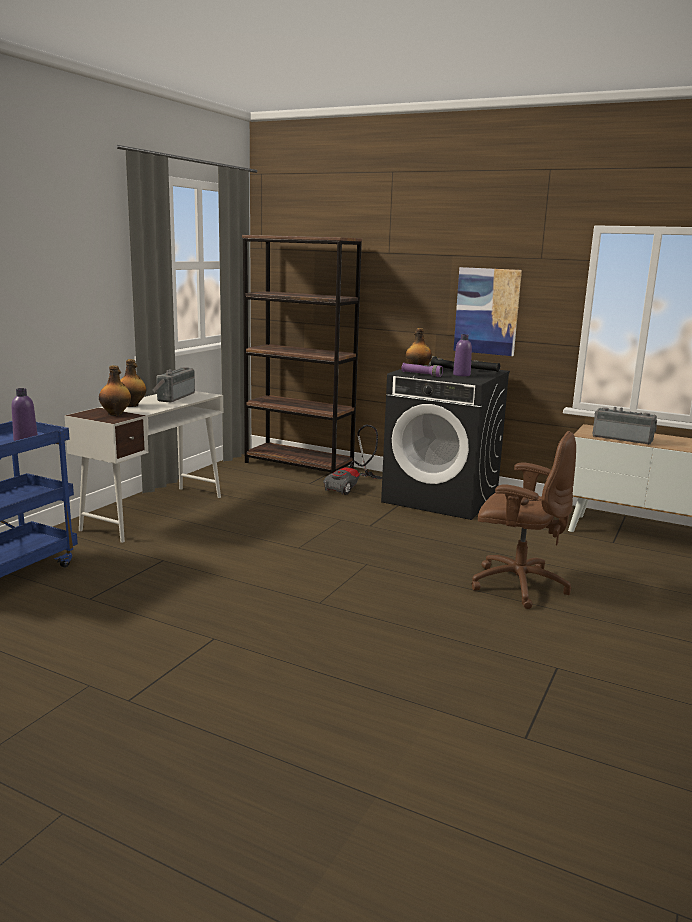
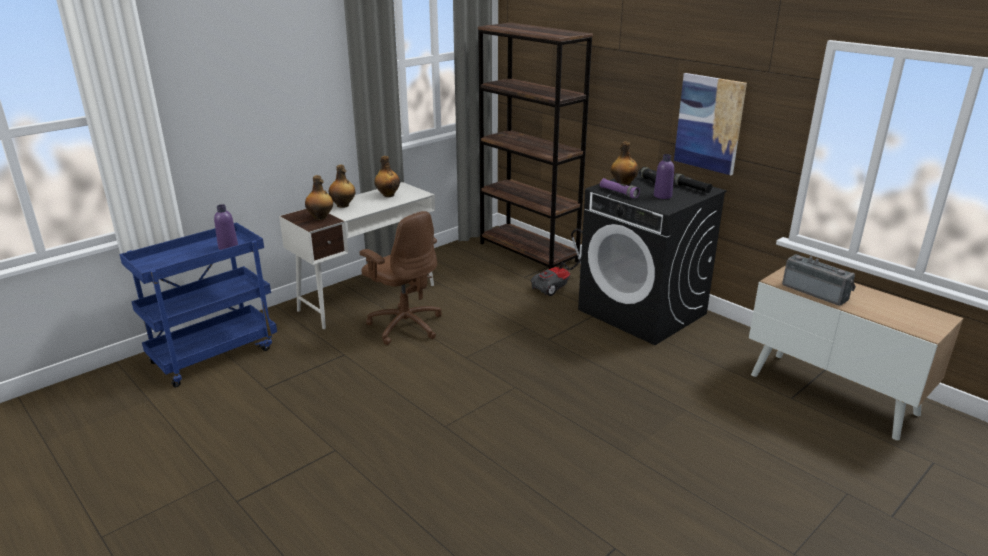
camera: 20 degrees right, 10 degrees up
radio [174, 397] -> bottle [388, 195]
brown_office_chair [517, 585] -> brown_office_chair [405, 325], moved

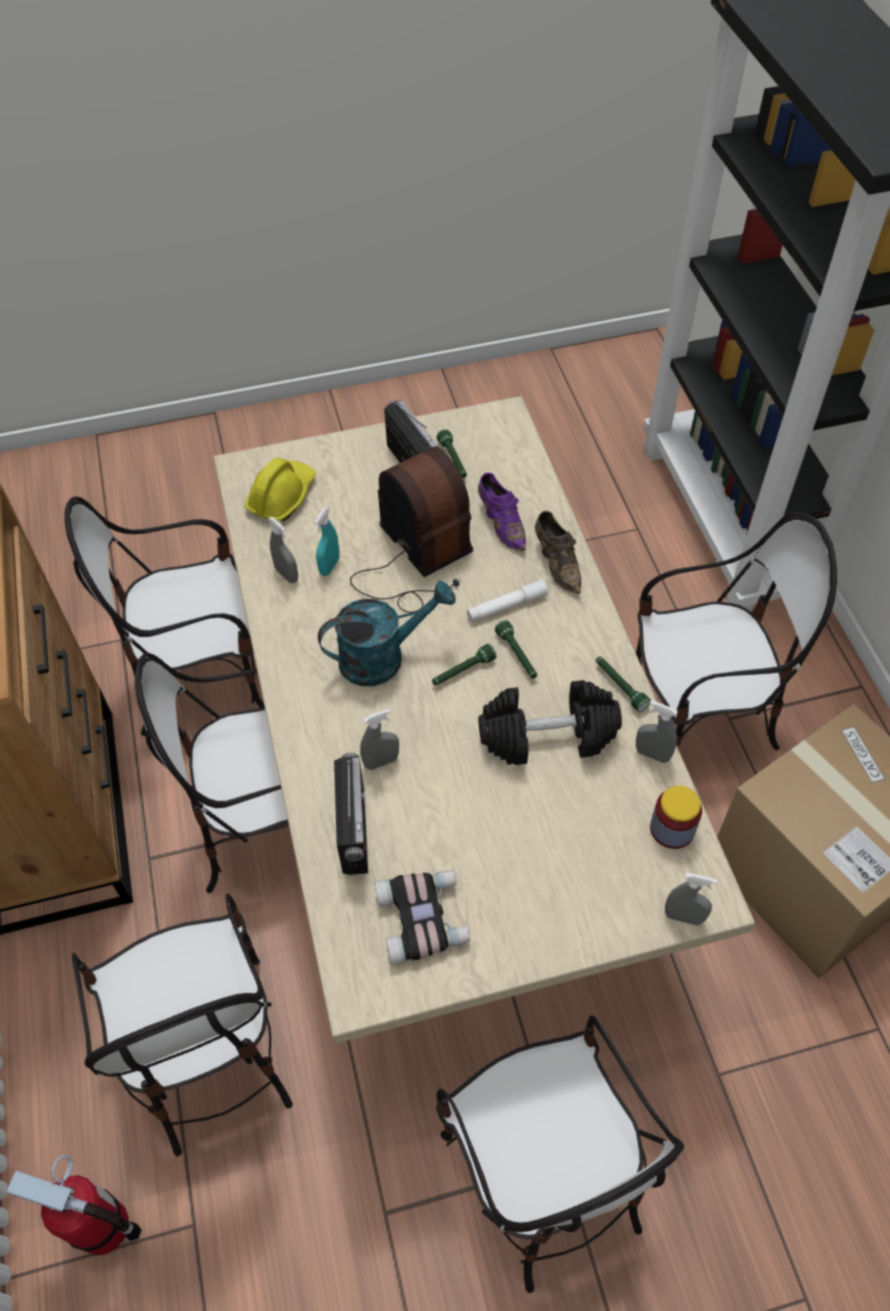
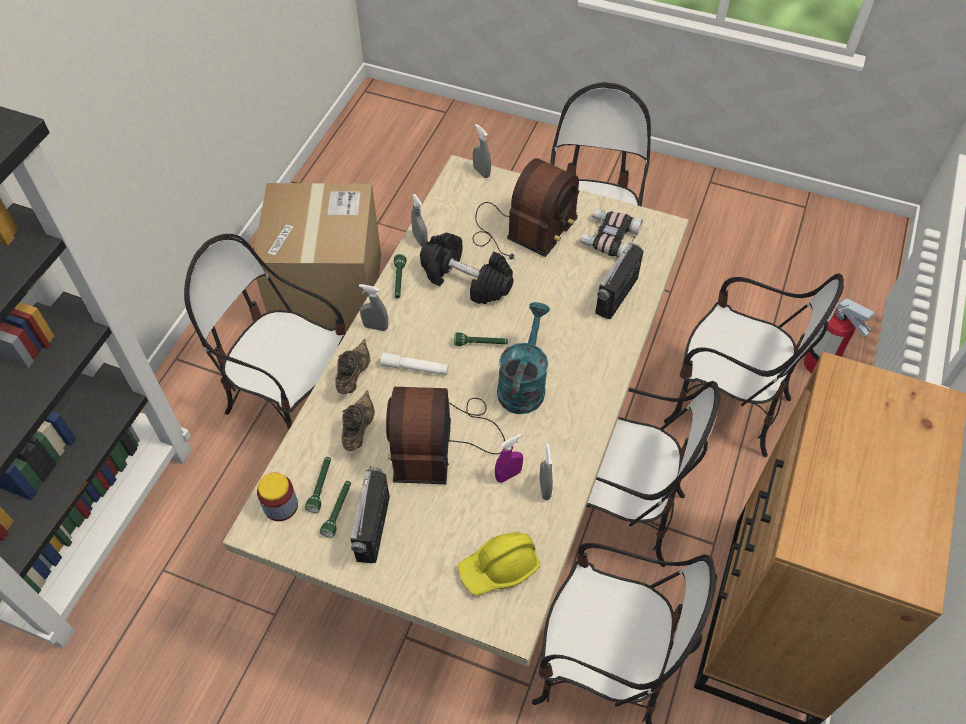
camera: 145 degrees left, 0 degrees up
chair [209, 1052] -> chair [726, 406], 105 degrees clockwise
turquoise_spray_bottle [329, 566] -> purple_spray_bottle [508, 475]
turquoise_watering_can [383, 656] -> turquoise_watering_can [523, 383], 90 degrees clockwise
grey_spray_bottle [381, 762] -> grey_spray_bottle [375, 327], moved
purple_shoe [501, 524] -> brown_shoe [358, 430]
green_flashlight [517, 655] -> green_flashlight [321, 486], moved
jar [672, 829] -> jar [280, 506], moved
none -> radio [522, 230]

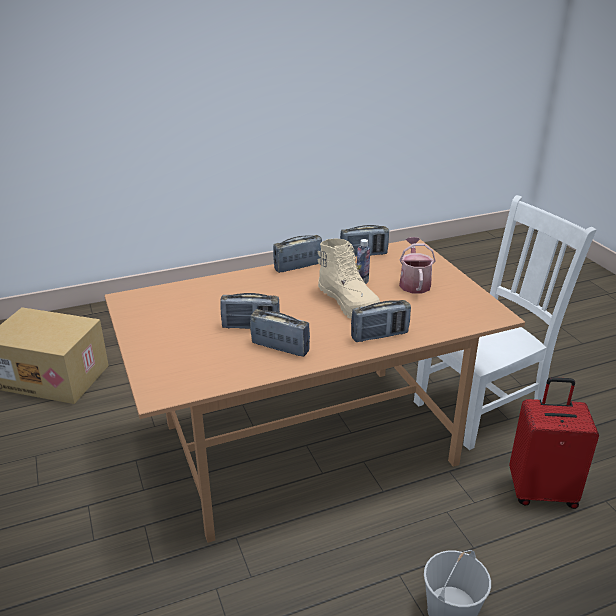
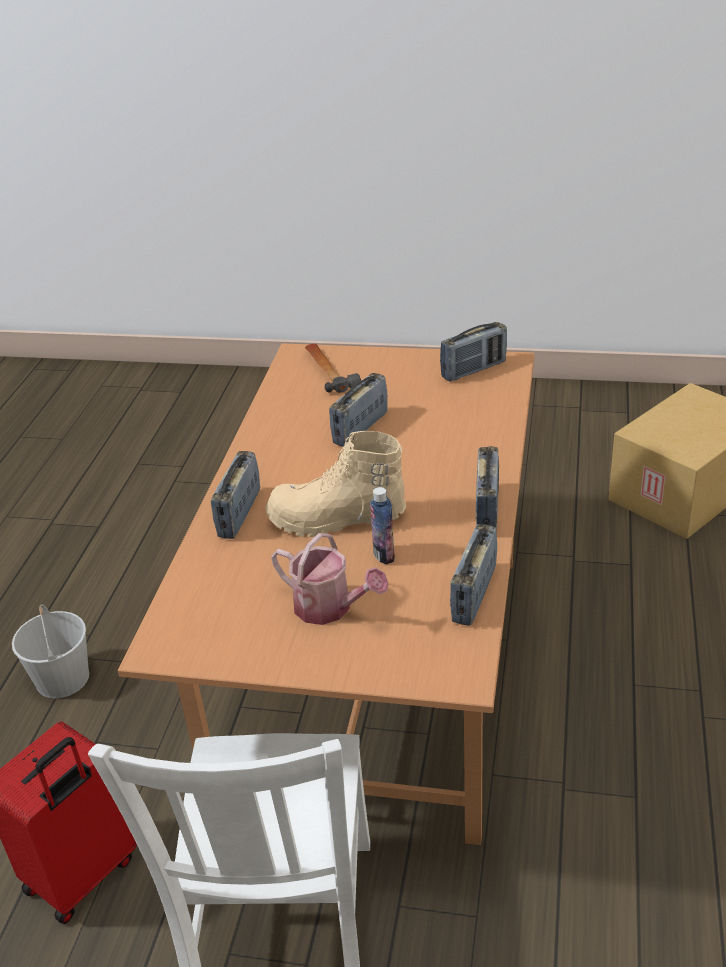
camera: 125 degrees right, 5 degrees up
radio [280, 347] -> radio [473, 370], moved
none -> hammer [328, 371]

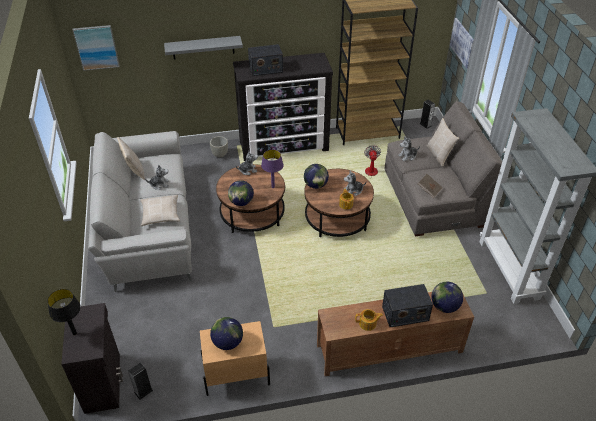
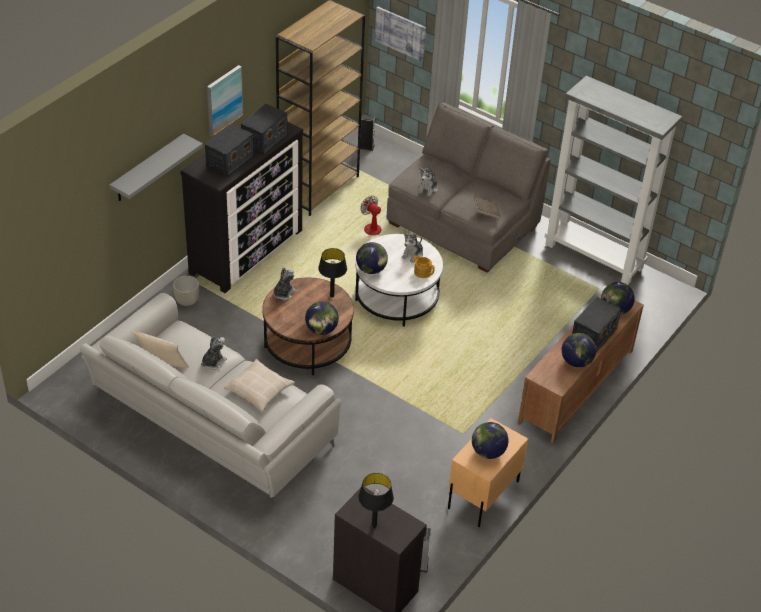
camera: 45 degrees left, 0 degrees up
picture [96, 47] -> picture [224, 100], moved
purple_table_lamp [273, 187] -> black_table_lamp [332, 296]
brown_coffee_table [337, 218] -> white_coffee_table [397, 297]
teapot [368, 324] -> globe [576, 362]
beige_pillow [439, 155] -> none
none -> radio [264, 140]

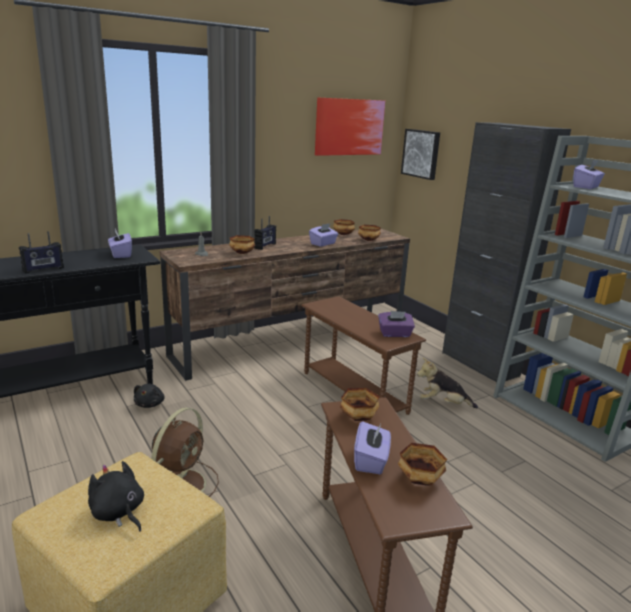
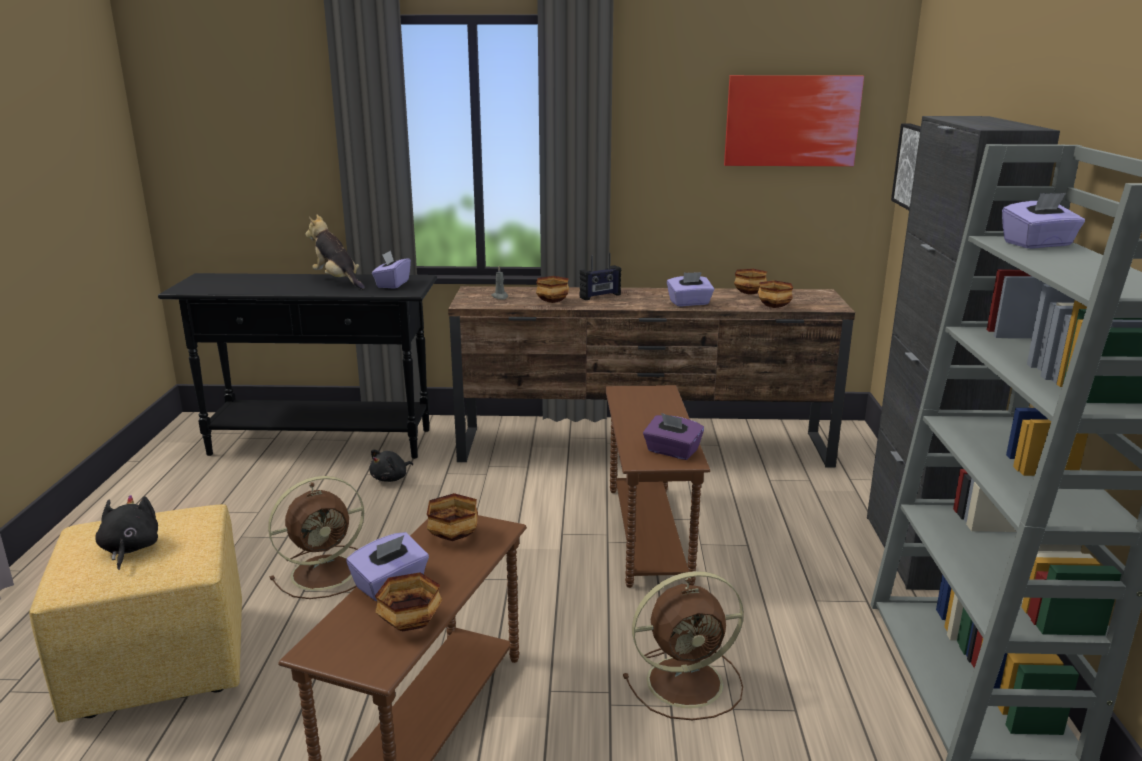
camera: 35 degrees right, 0 degrees up
radio [43, 269] -> none
plush_toy [443, 403] -> plush_toy [338, 281], moved
none -> brown_fan [688, 681]

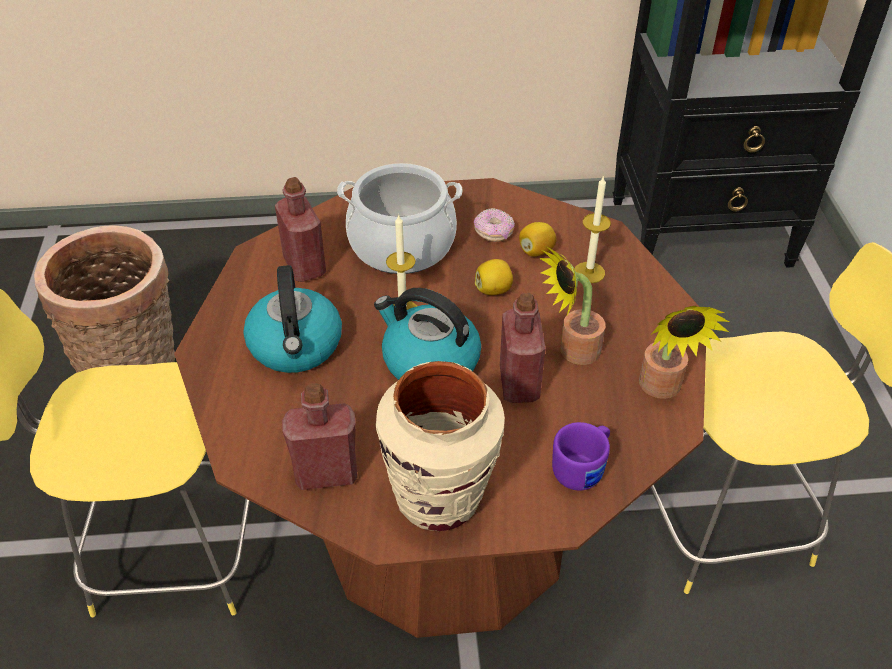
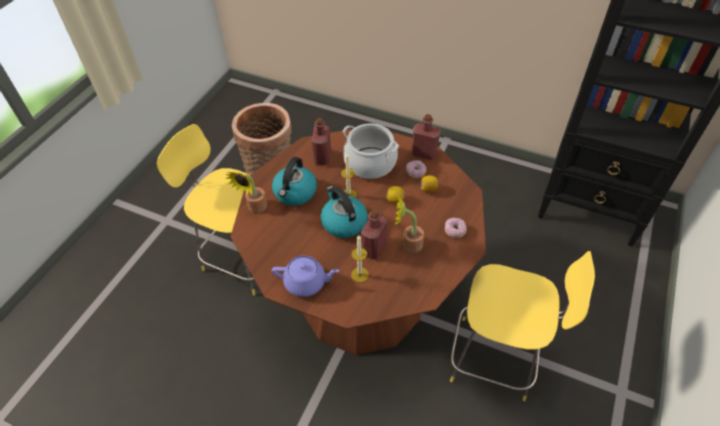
camera: 30 degrees right, 5 degrees up
red_bottle [326, 474] -> red_bottle [424, 154], moved
beige_vase [440, 499] -> purple_teapot [306, 283]
purple_mug [583, 469] -> none
candle [589, 272] -> candle [359, 274], moved
potted_plant [662, 389] -> potted_plant [255, 208], moved
none -> donut [455, 231]

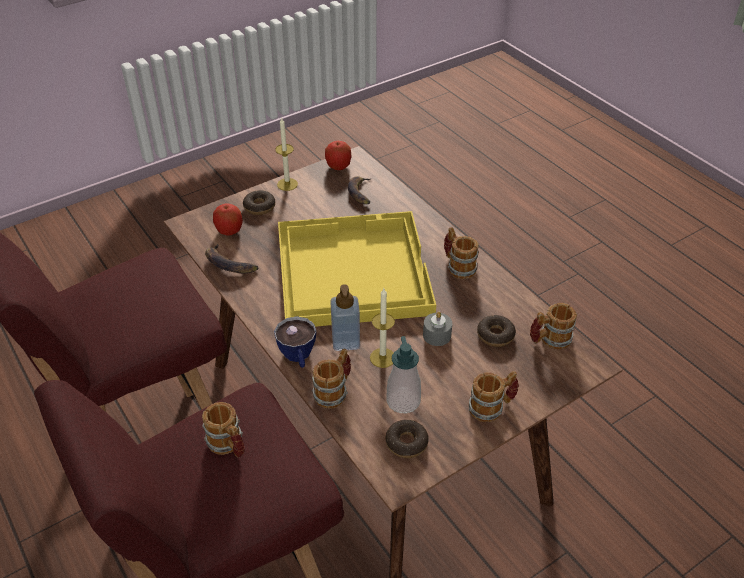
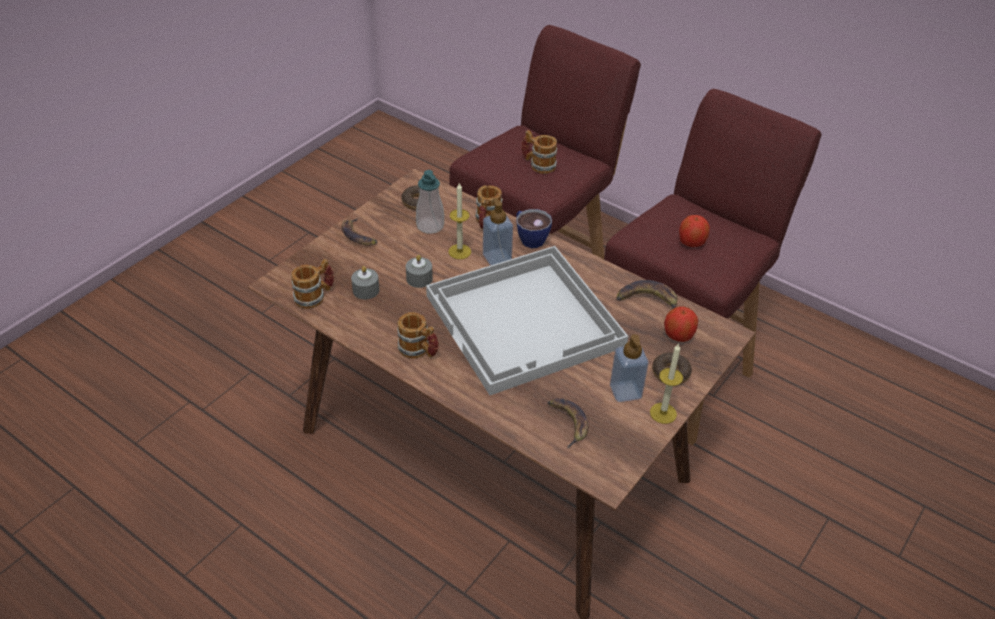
camera: 160 degrees right, 0 degrees up
yellow_tray [351, 270] -> white_tray [526, 321]
apple [338, 166] -> apple [691, 243], moved
mug [492, 407] -> banana [358, 235]
donut [495, 335] -> grey_candle [366, 290]
none -> soap_dispenser [625, 391]

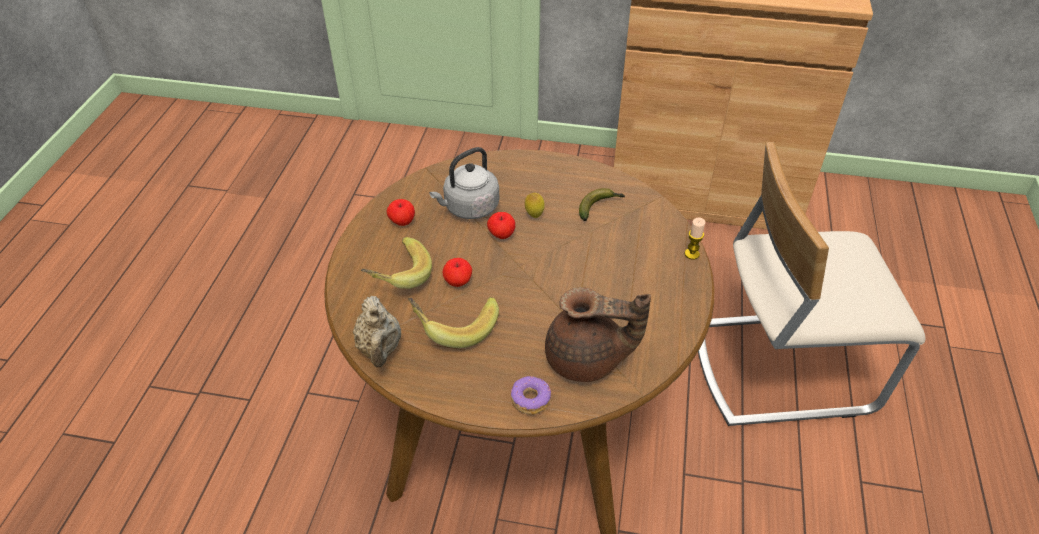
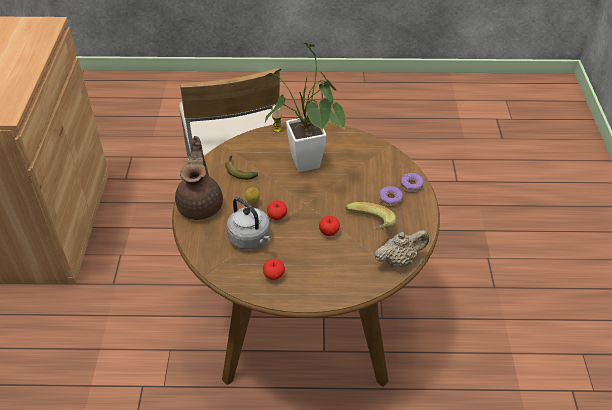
camera: 100 degrees left, 0 degrees up
banana [397, 276] -> none
brown_teapot [587, 360] -> brown_teapot [201, 204], moved
none -> potted_plant [307, 168]
none -> donut [390, 200]

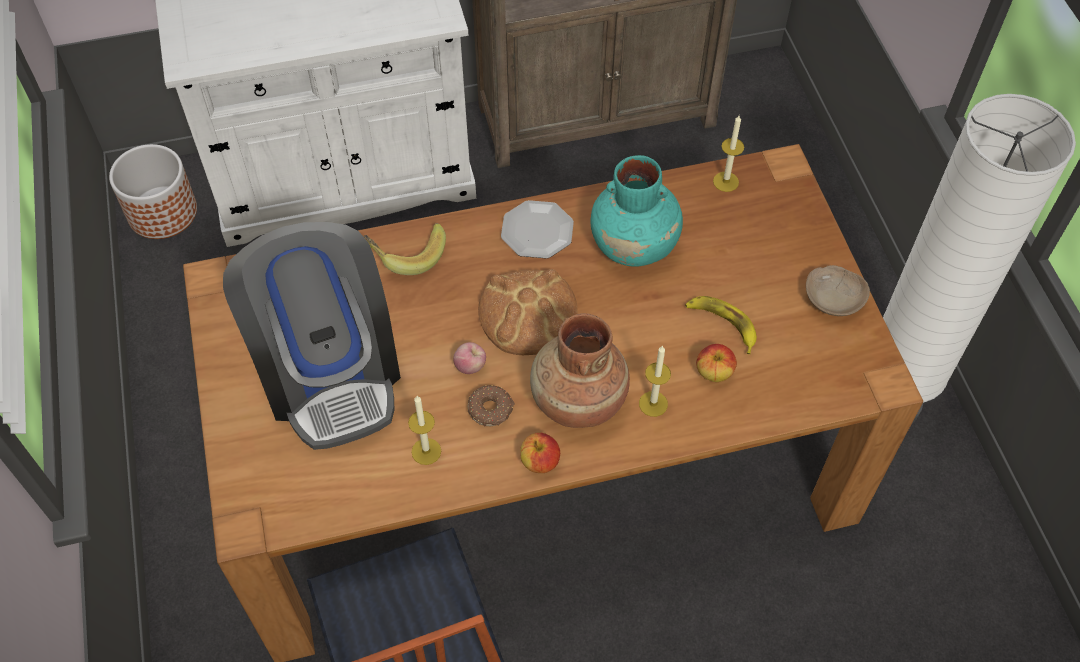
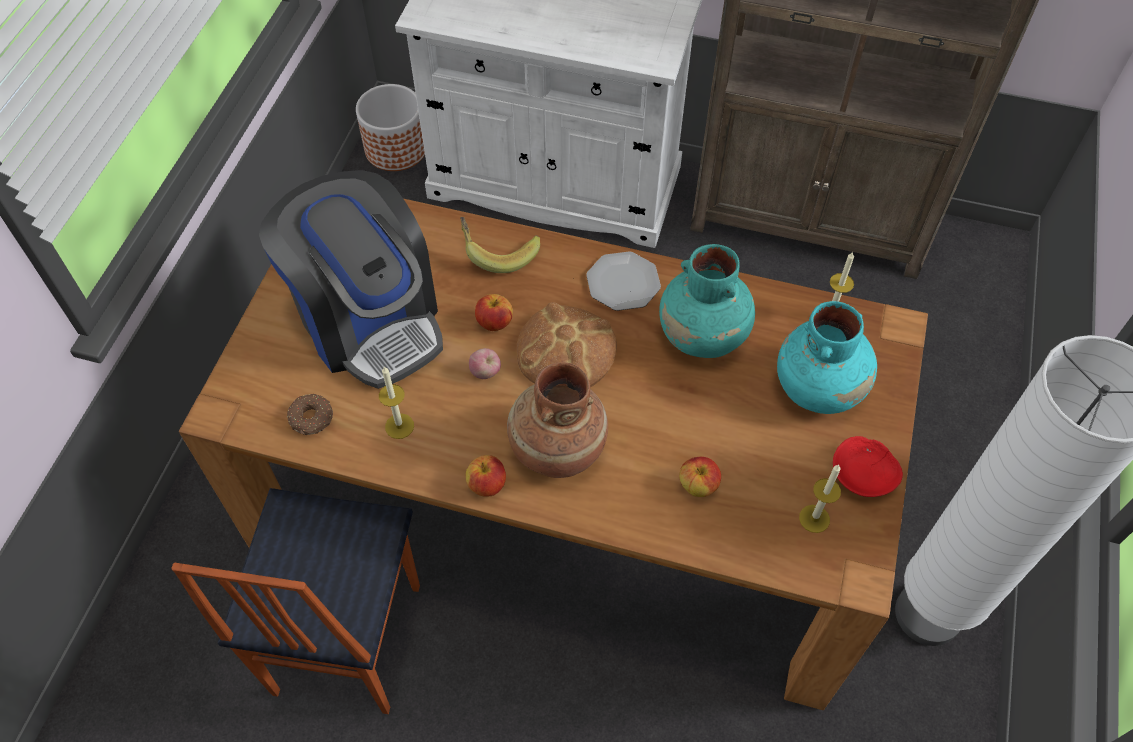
camera: 30 degrees right, 0 degrees up
coffee_machine [329, 371] -> coffee_machine [368, 319], 45 degrees counterclockwise
donut [491, 409] -> donut [312, 419], moved
candle [653, 404] -> candle [814, 518], moved
banana [722, 324] -> none
beige_bowl [833, 298] -> red_bowl [862, 474]
none -> apple [494, 323]
none -> turquoise_vase [819, 387]

